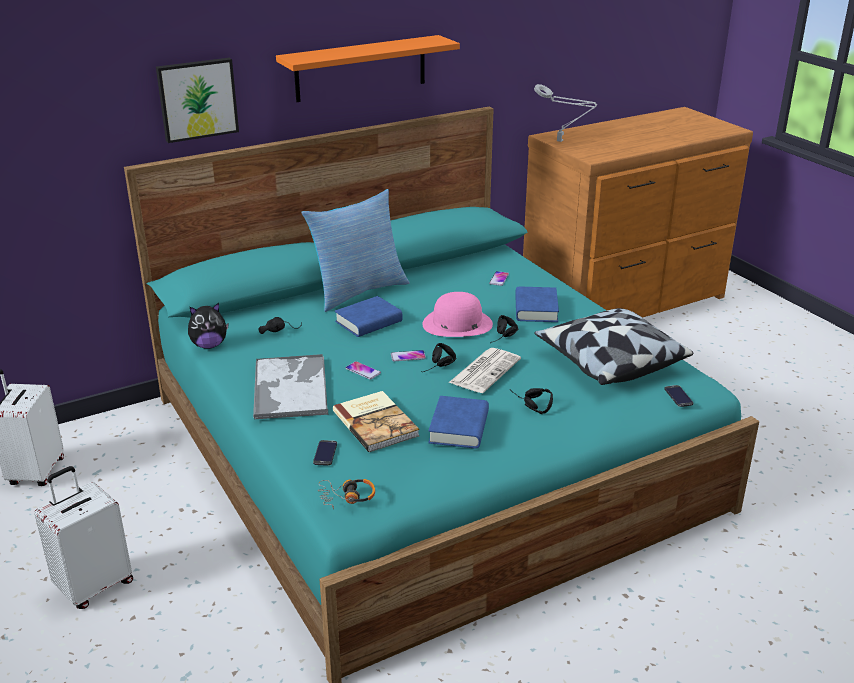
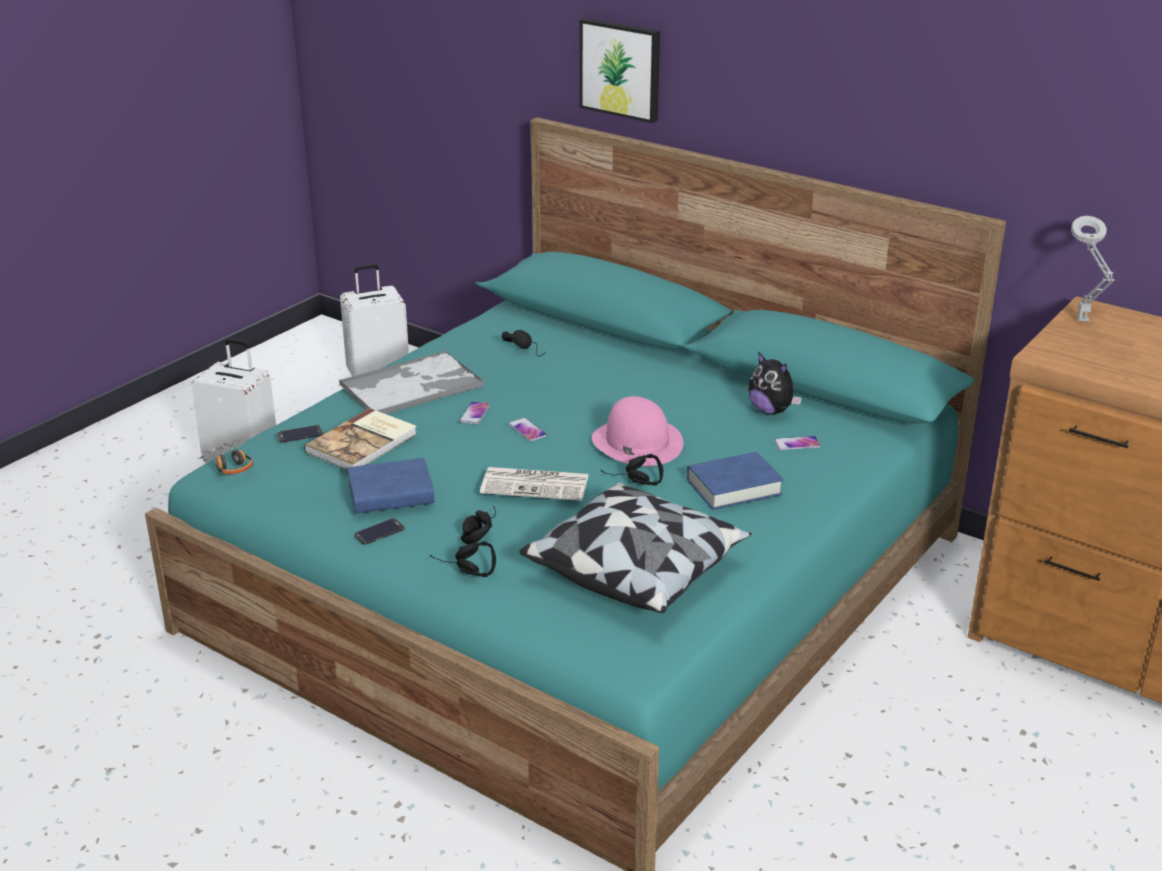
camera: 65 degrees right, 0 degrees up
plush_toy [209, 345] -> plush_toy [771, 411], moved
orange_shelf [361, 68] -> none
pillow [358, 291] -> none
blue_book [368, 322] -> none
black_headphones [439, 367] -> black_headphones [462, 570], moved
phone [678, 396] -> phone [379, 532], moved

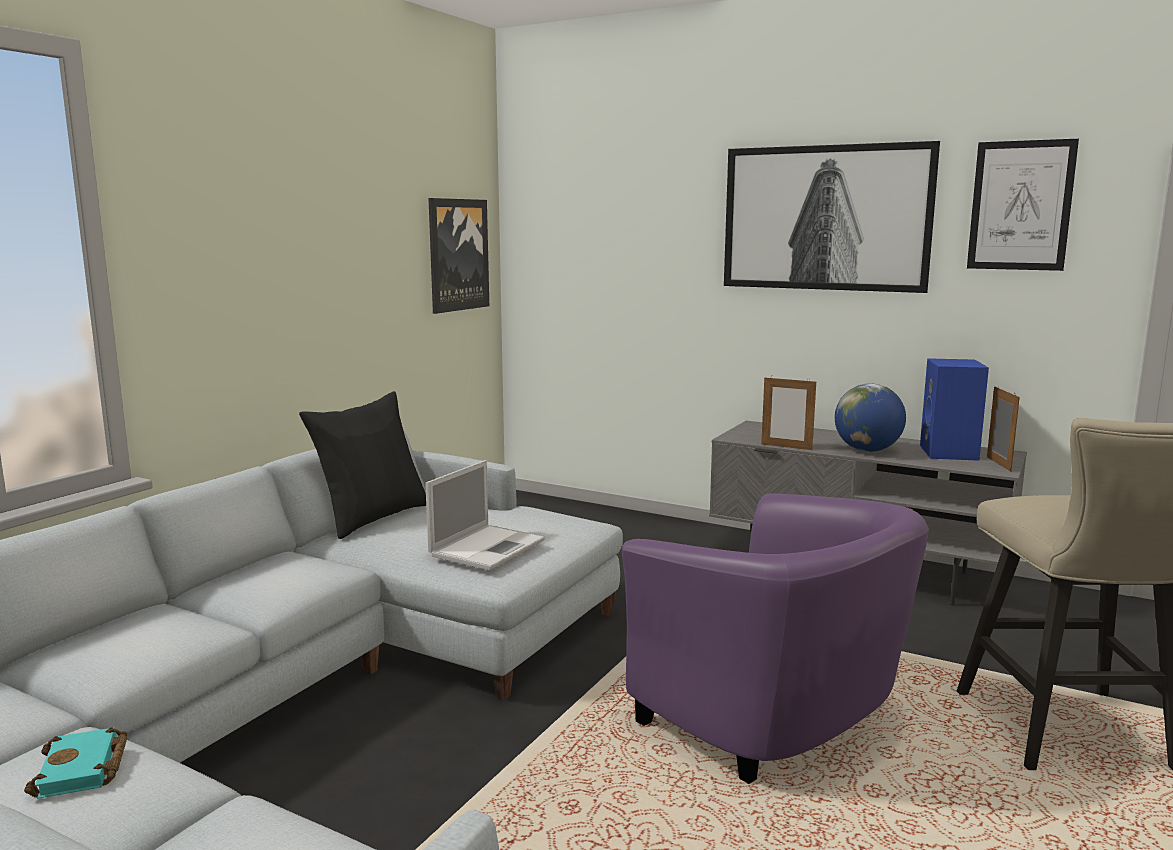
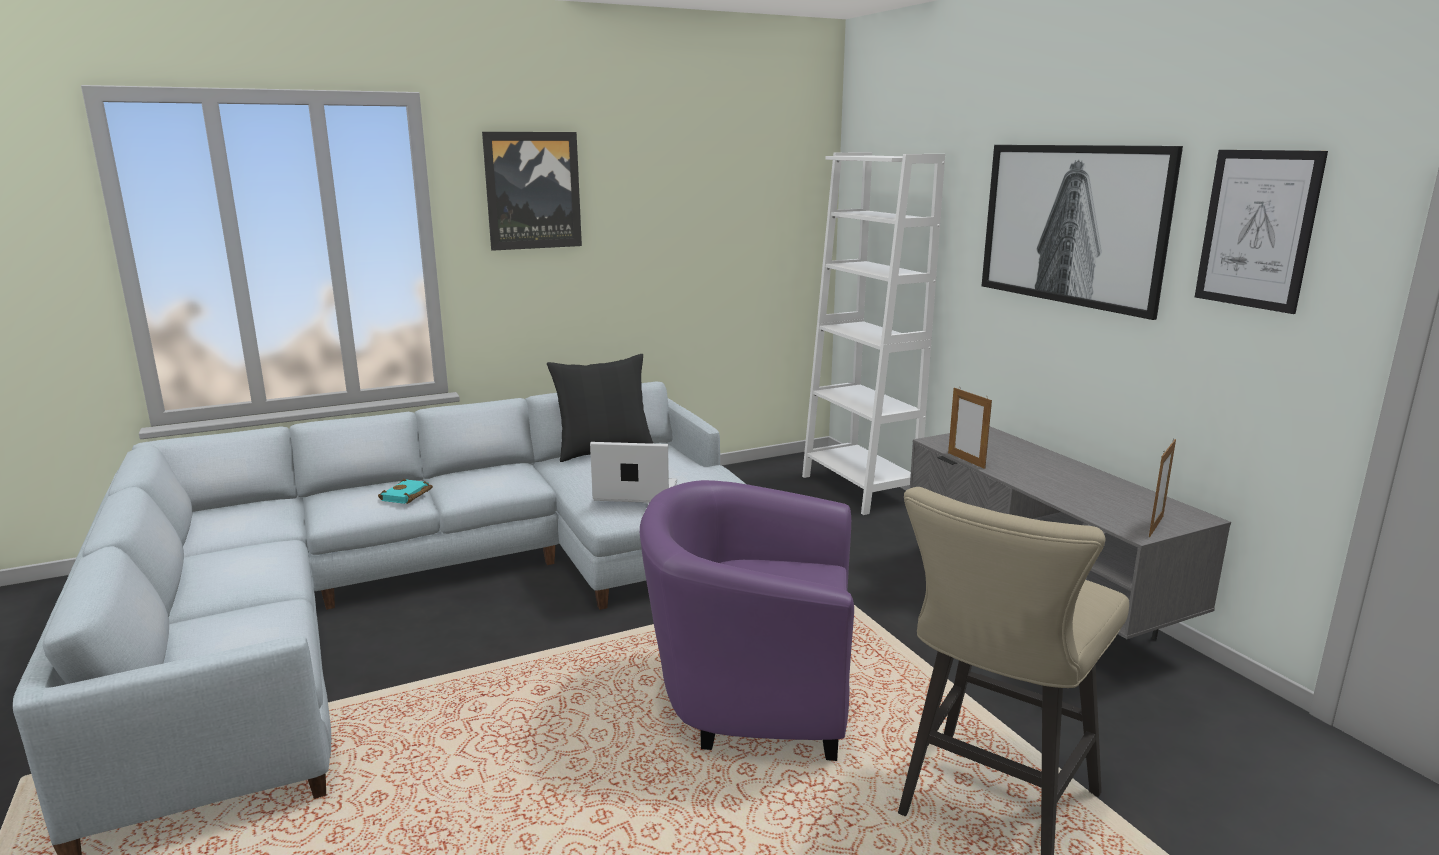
camera: 35 degrees right, 5 degrees up
turquoise_book [83, 770] -> turquoise_book [407, 496], moved
laptop [488, 547] -> laptop [634, 491], 150 degrees counterclockwise
picture [458, 255] -> picture [533, 190], moved
purple_armchair [775, 725] -> purple_armchair [751, 696], 105 degrees clockwise
globe [867, 450] -> none
blue_speaker [950, 453] -> none
none -> white_bookcase [858, 489]

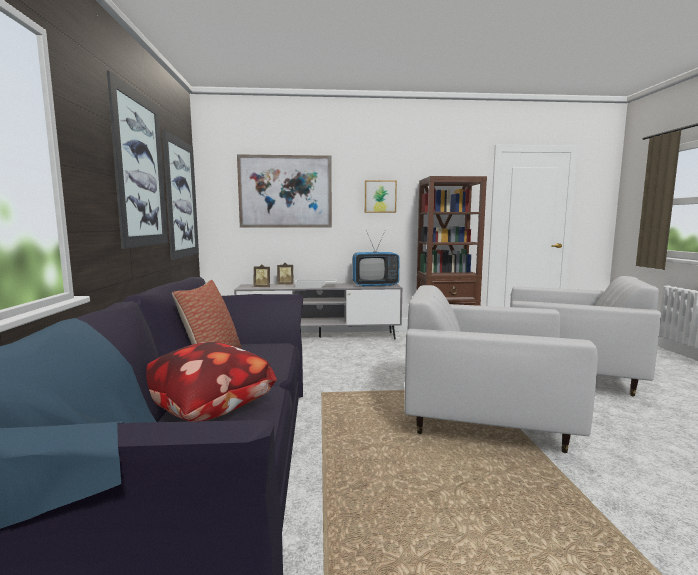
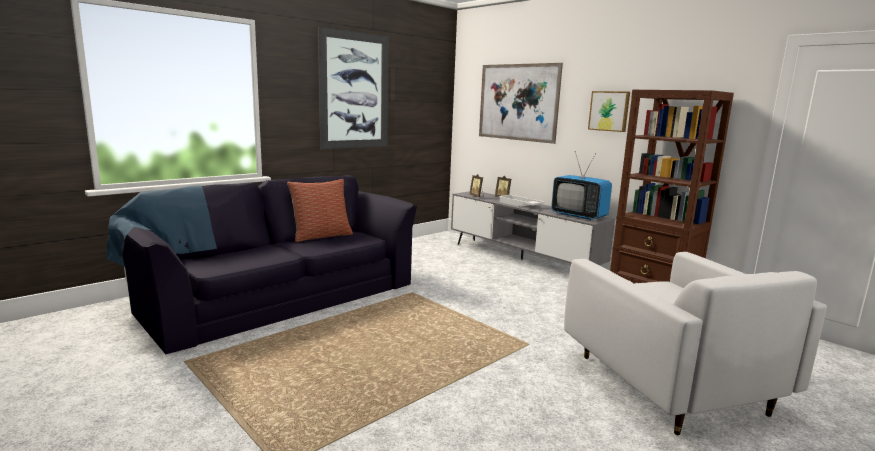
camera: 50 degrees right, 5 degrees up
pillow [204, 412] -> none
picture [181, 198] -> none
white_armchair [485, 418] -> none

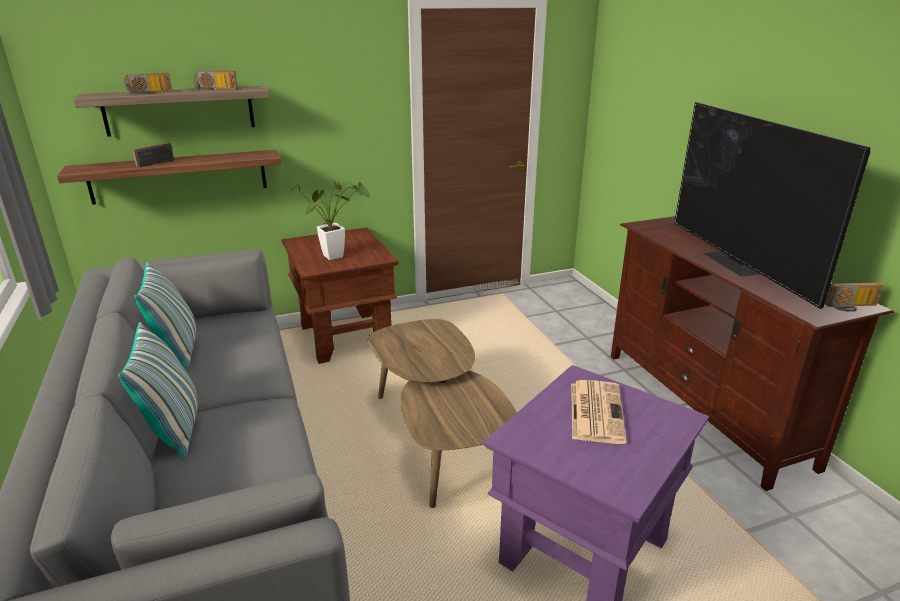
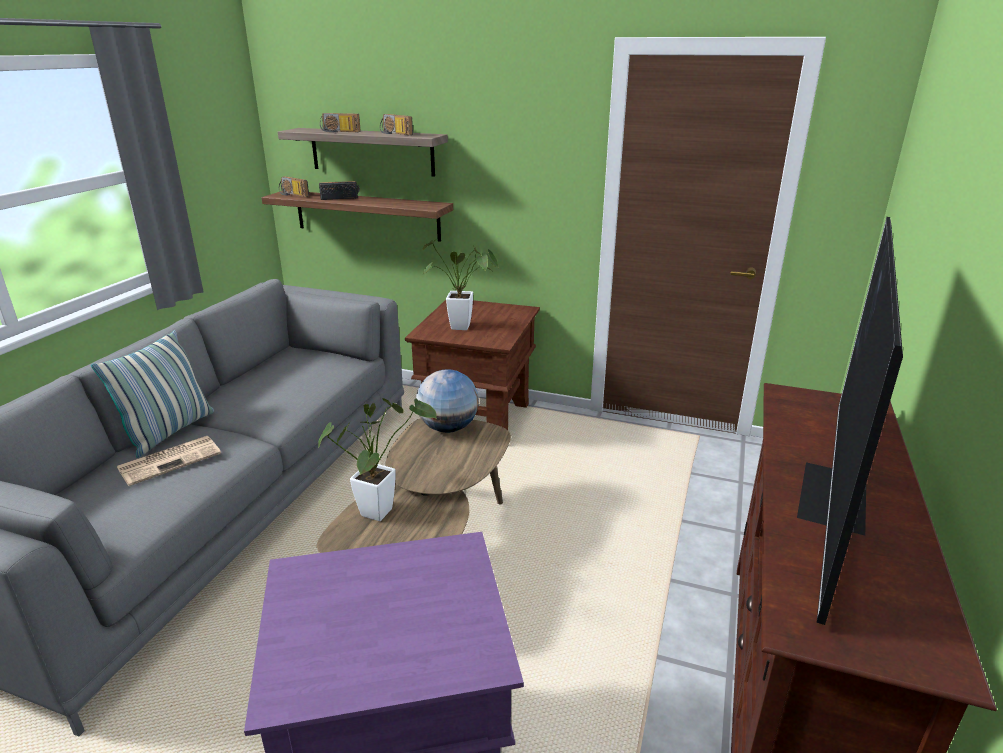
camera: 40 degrees right, 0 degrees up
pillow [177, 349] -> none
newspaper [595, 411] -> newspaper [171, 460], moved
radio [851, 307] -> radio [292, 195], moved
none -> potted_plant [381, 508]
none -> globe [448, 428]

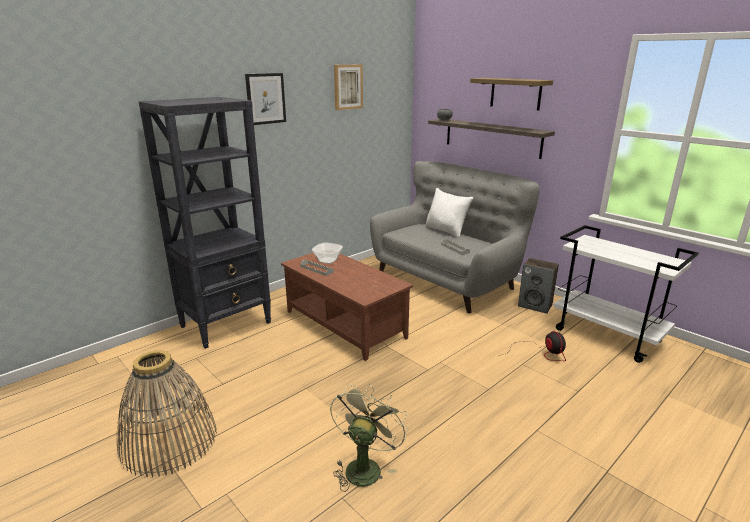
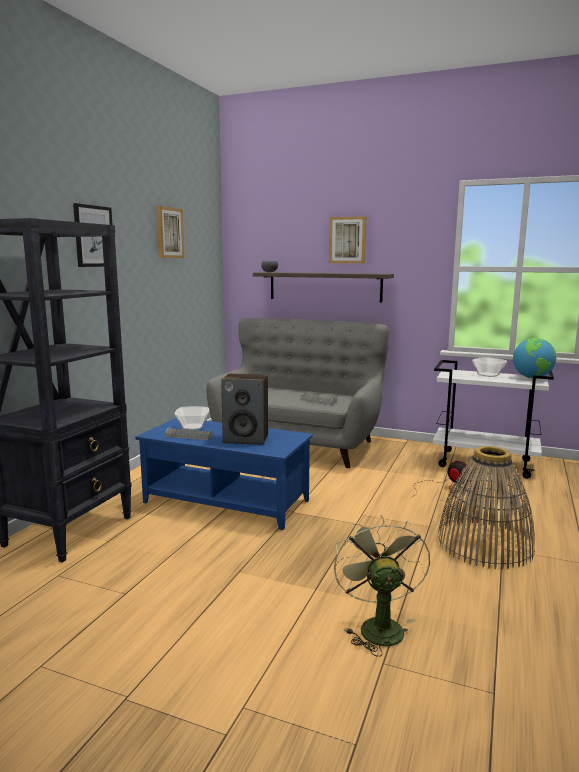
camera: 25 degrees left, 10 degrees down
basket [169, 441] -> basket [484, 544], moved
brown_coffee_table [346, 324] -> blue_coffee_table [227, 501]
white_pillow [446, 230] -> none
shelf [515, 93] -> picture [347, 240]
speaker [535, 305] -> speaker [246, 439], moved
none -> bowl [488, 375]
none -> globe [532, 378]

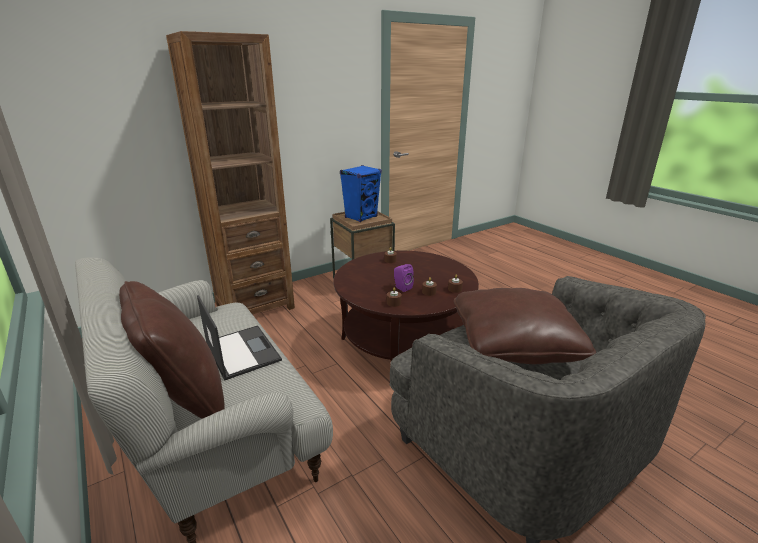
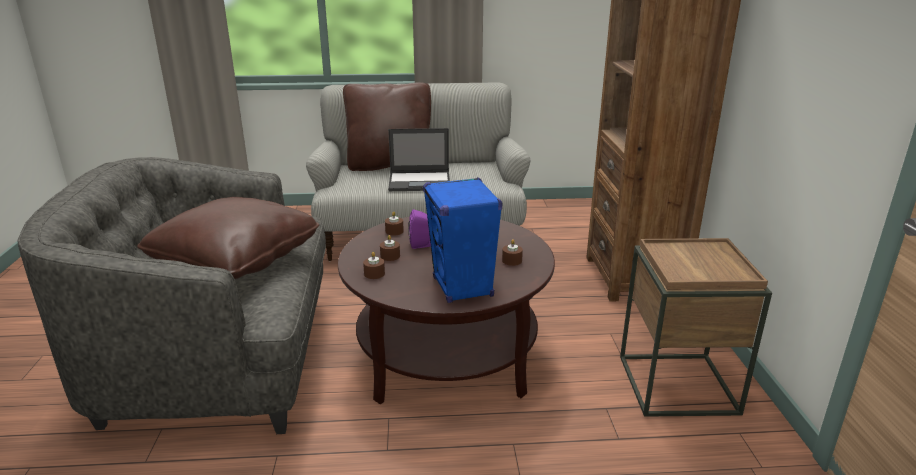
camera: 120 degrees right, 0 degrees up
blue_speaker [361, 217] -> blue_speaker [463, 287], moved

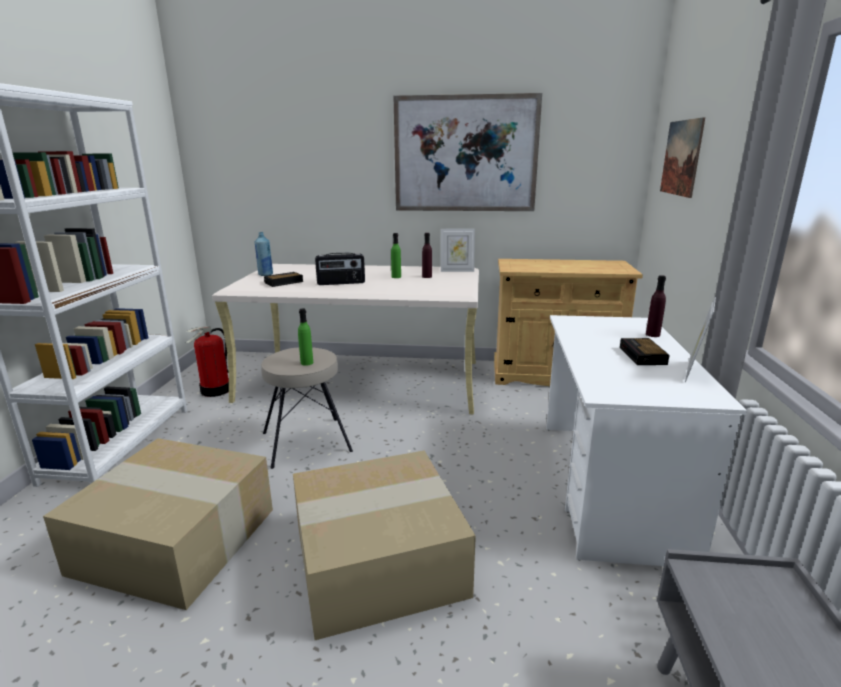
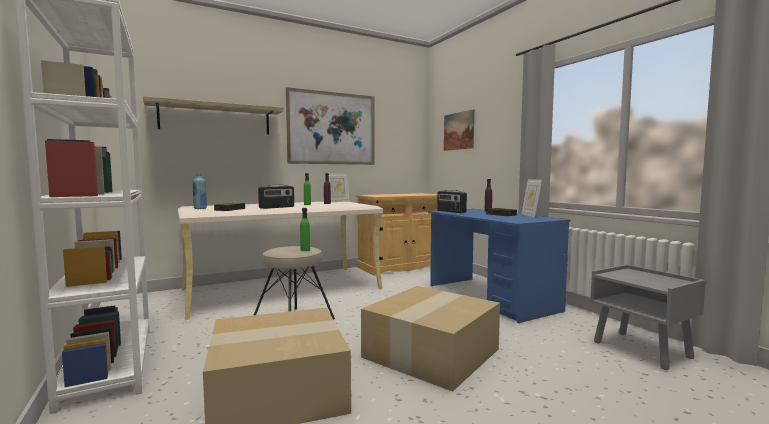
camera: 35 degrees left, 15 degrees down
fire_extinguisher [216, 390] -> none
white_desk [608, 485] -> blue_desk [490, 298]
none -> shelf [216, 119]
none -> radio [451, 211]

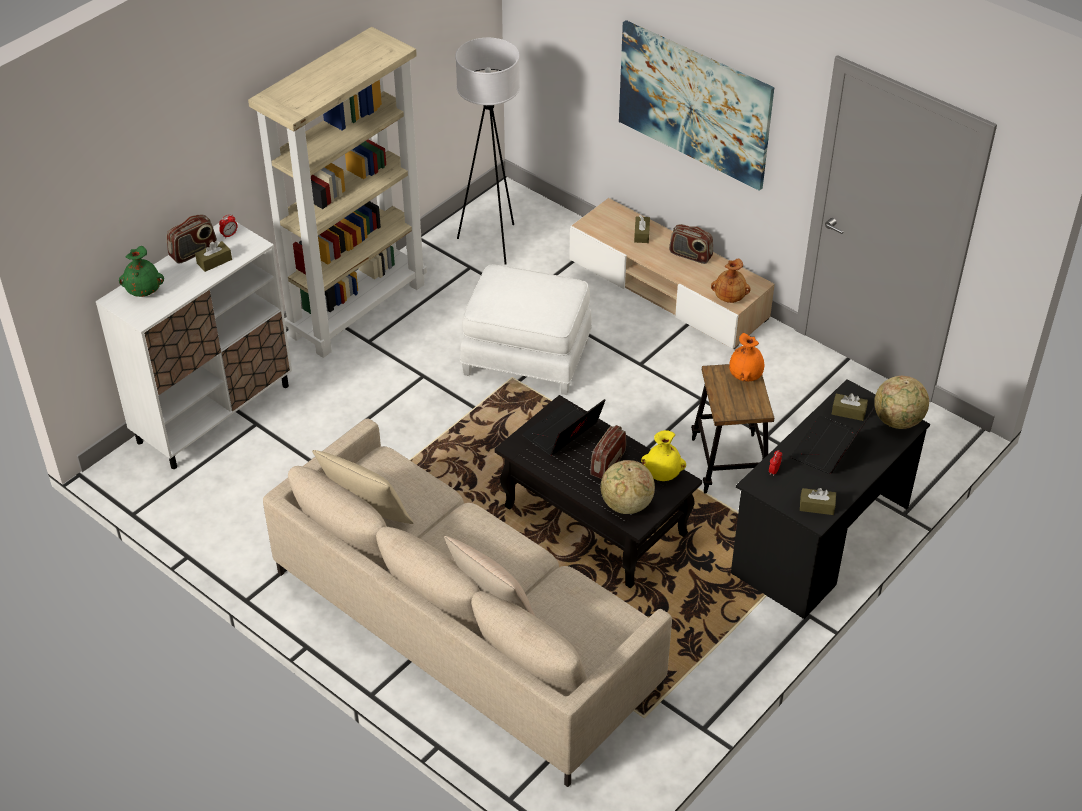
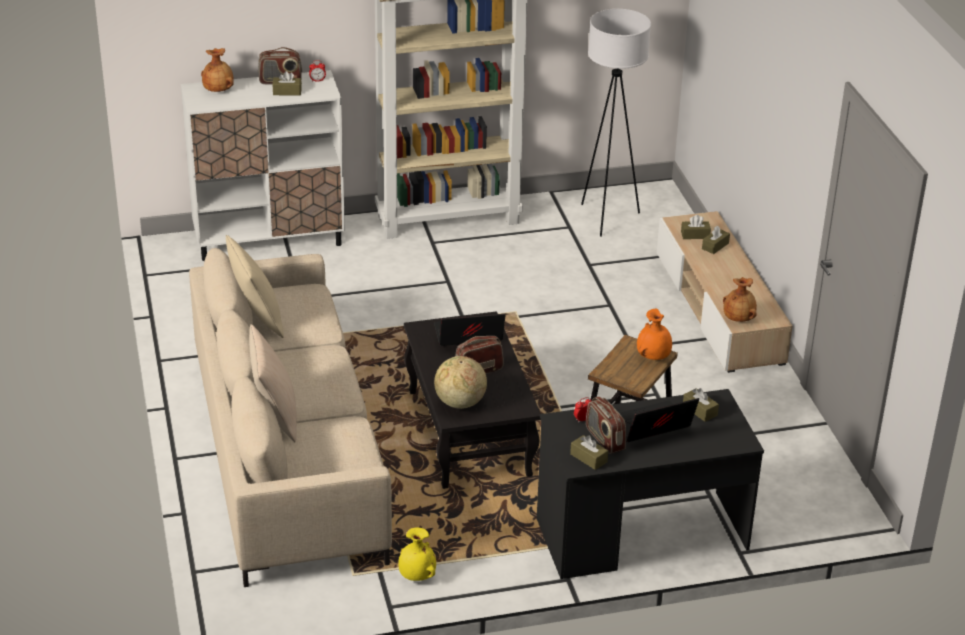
camera: 35 degrees right, 10 degrees down
green_vase [144, 291] -> brown_vase [219, 90]
white_ottoman [527, 356] -> none
picture [694, 104] -> none
yellow_vase [662, 474] -> yellow_vase [416, 575], moved
radio [690, 255] -> radio [604, 439], moved
globe [898, 421] -> none
none -> brown_tissue_box [695, 235]

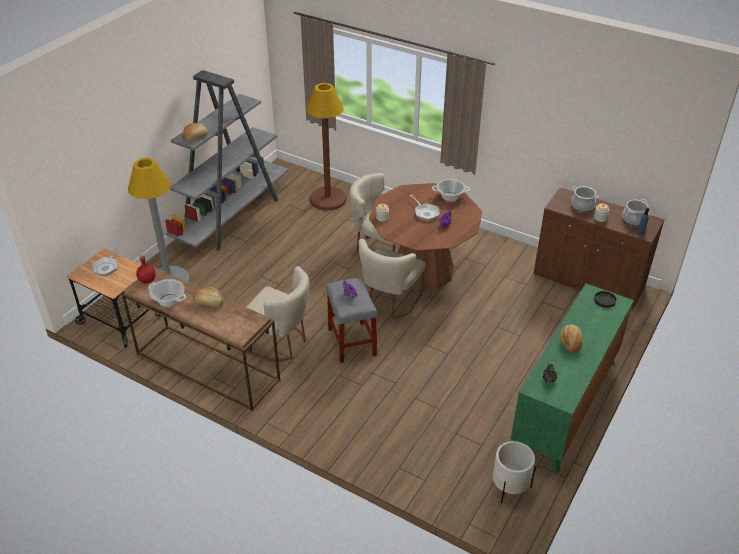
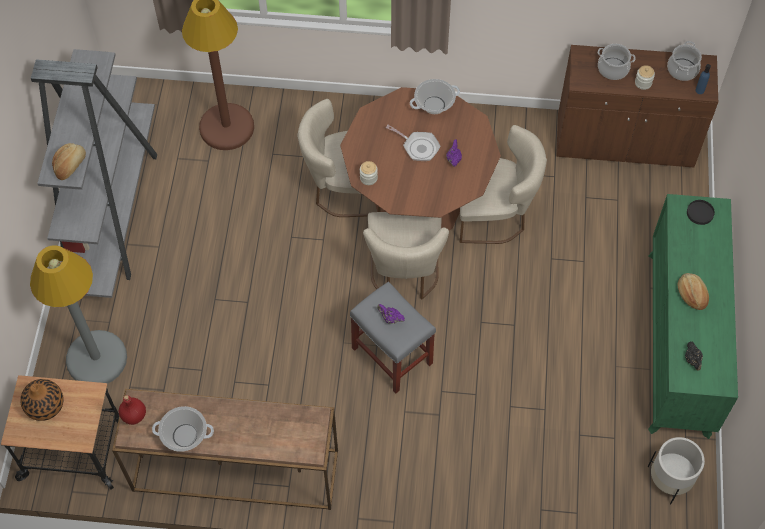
camera: 25 degrees left, 20 degrees up
frying_pan [106, 267] -> vase [45, 405]
bread [208, 303] -> none
beige_chair [280, 343] -> beige_chair [495, 215], moved

